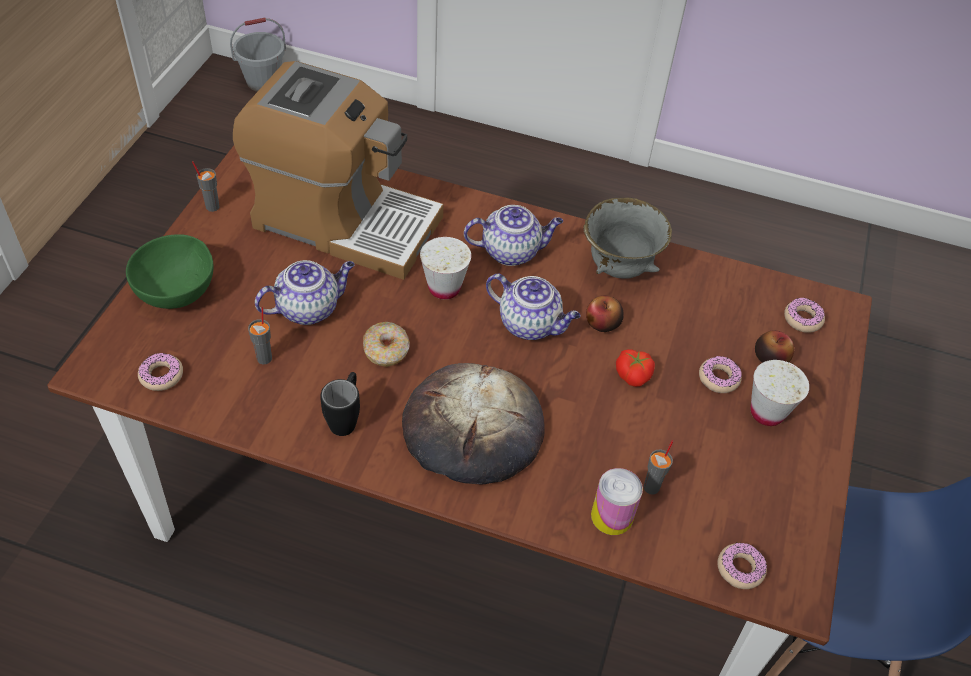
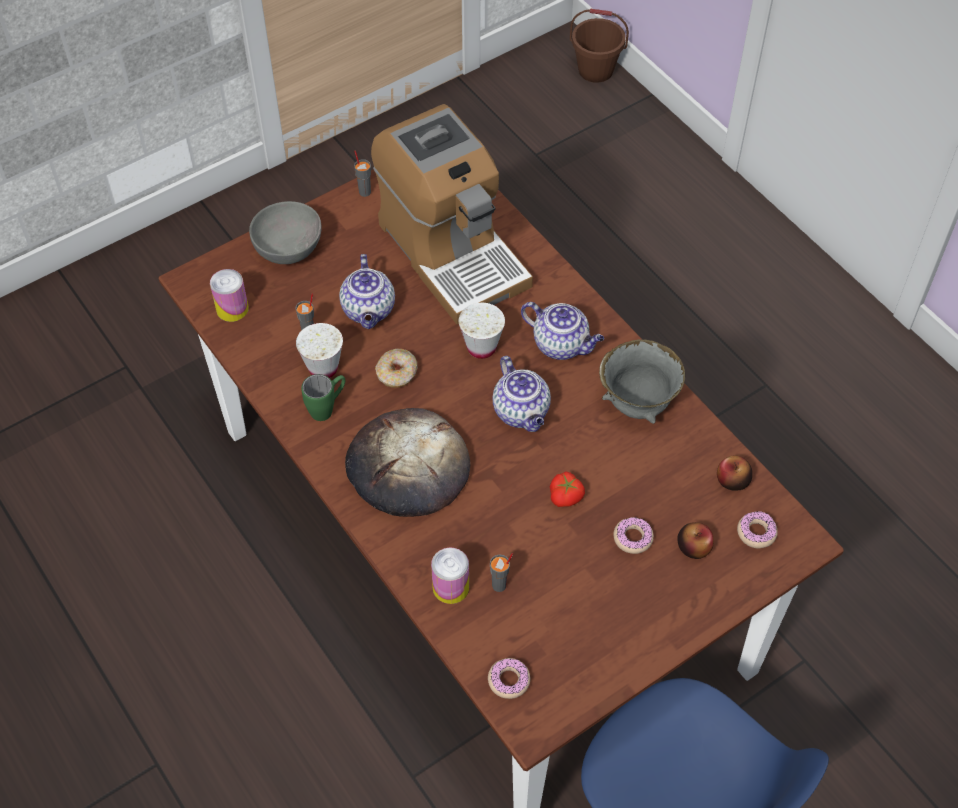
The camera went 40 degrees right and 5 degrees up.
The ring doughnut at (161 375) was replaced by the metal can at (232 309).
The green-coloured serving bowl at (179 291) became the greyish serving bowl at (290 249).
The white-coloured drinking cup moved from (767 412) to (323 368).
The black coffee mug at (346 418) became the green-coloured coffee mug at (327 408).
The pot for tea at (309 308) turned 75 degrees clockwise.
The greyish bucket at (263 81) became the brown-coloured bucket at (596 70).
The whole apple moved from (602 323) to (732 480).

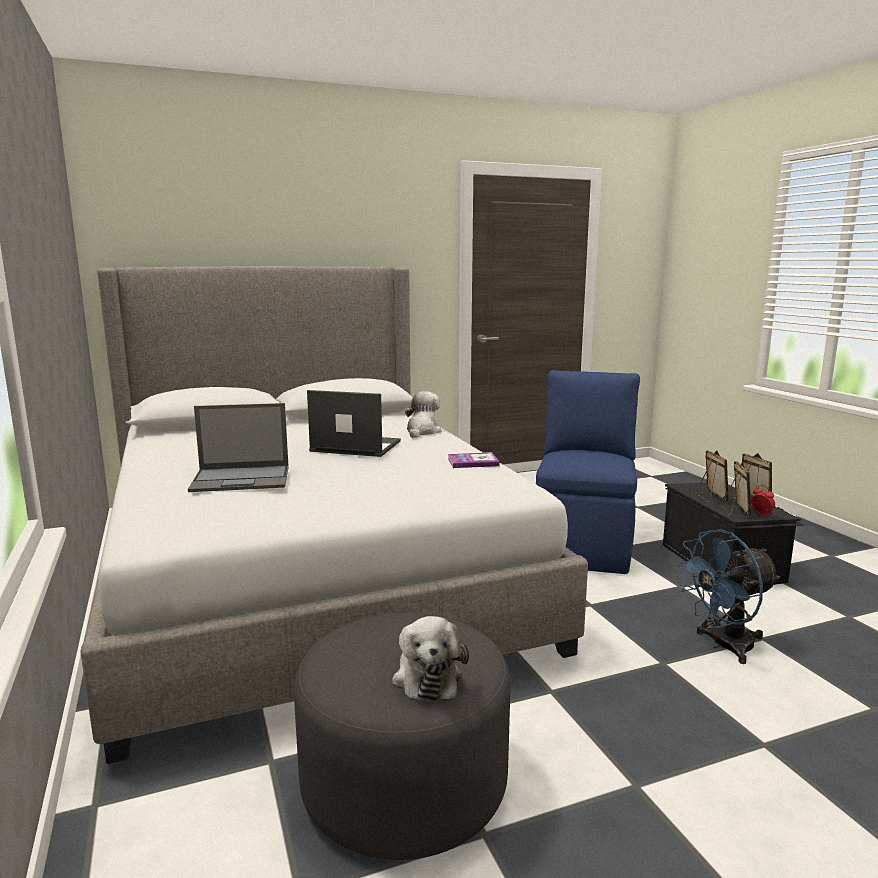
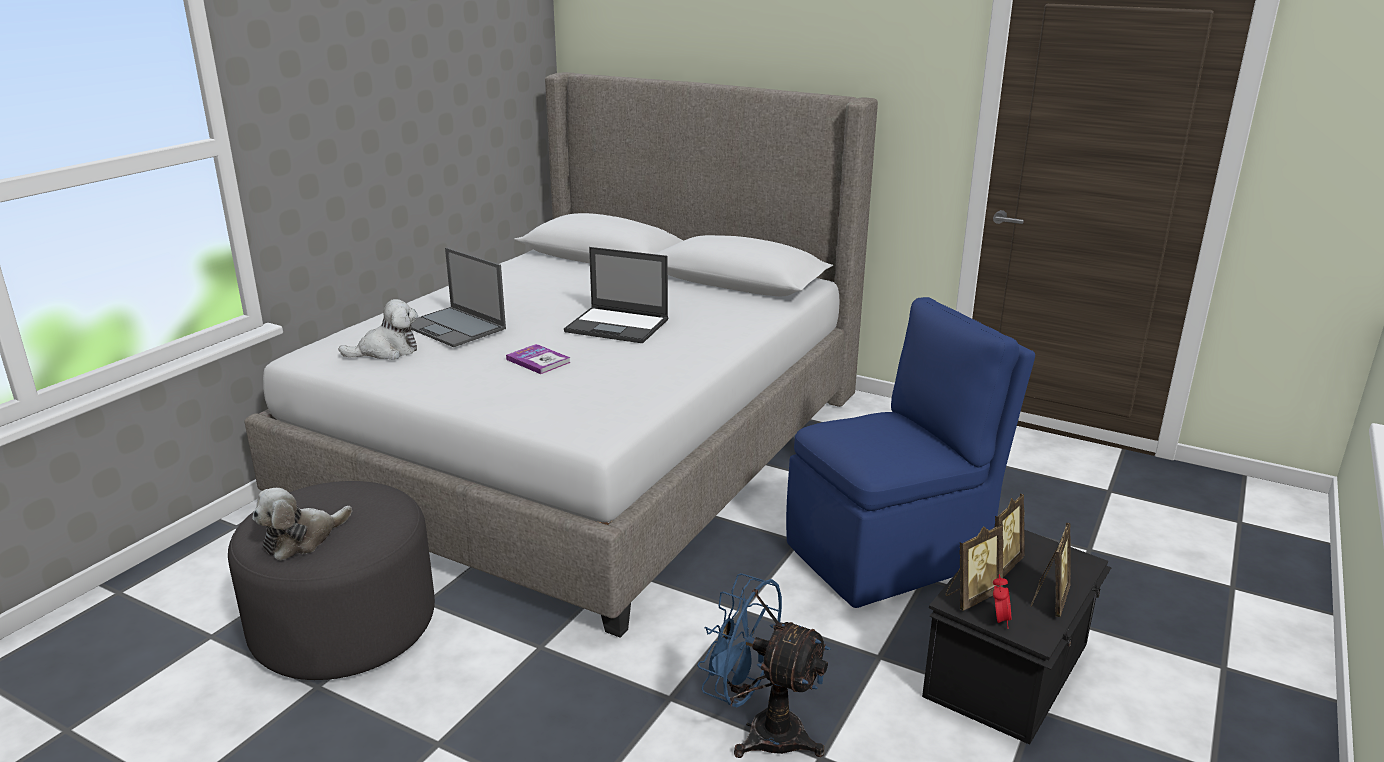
The camera went 50 degrees right and 10 degrees up.
The soft toy moved from (422 431) to (387 351).
The book moved from (473 462) to (538 361).
The portable computer at (354 446) turned 135 degrees clockwise.

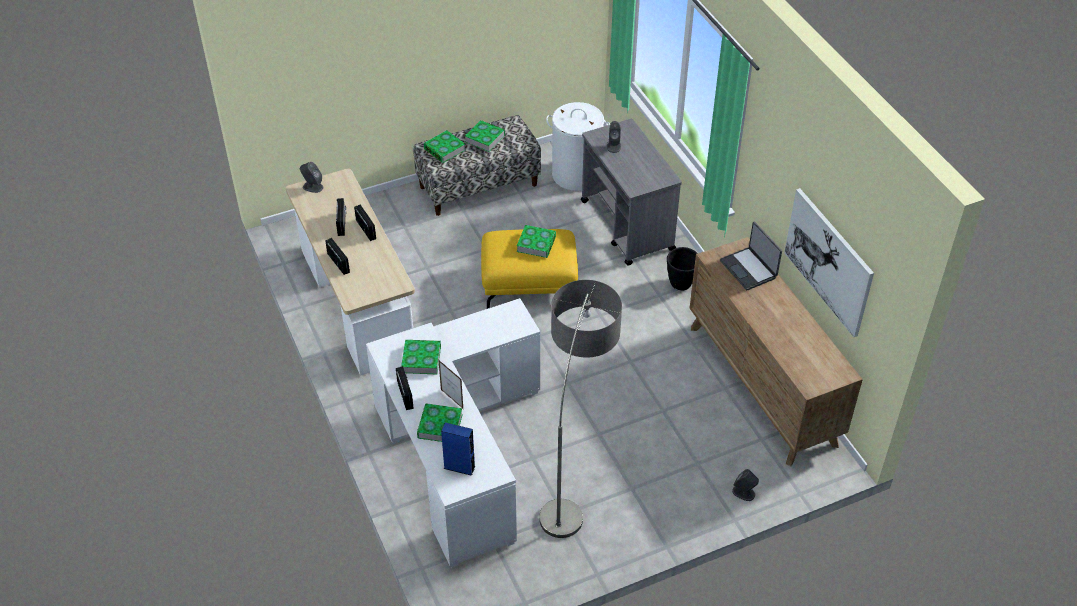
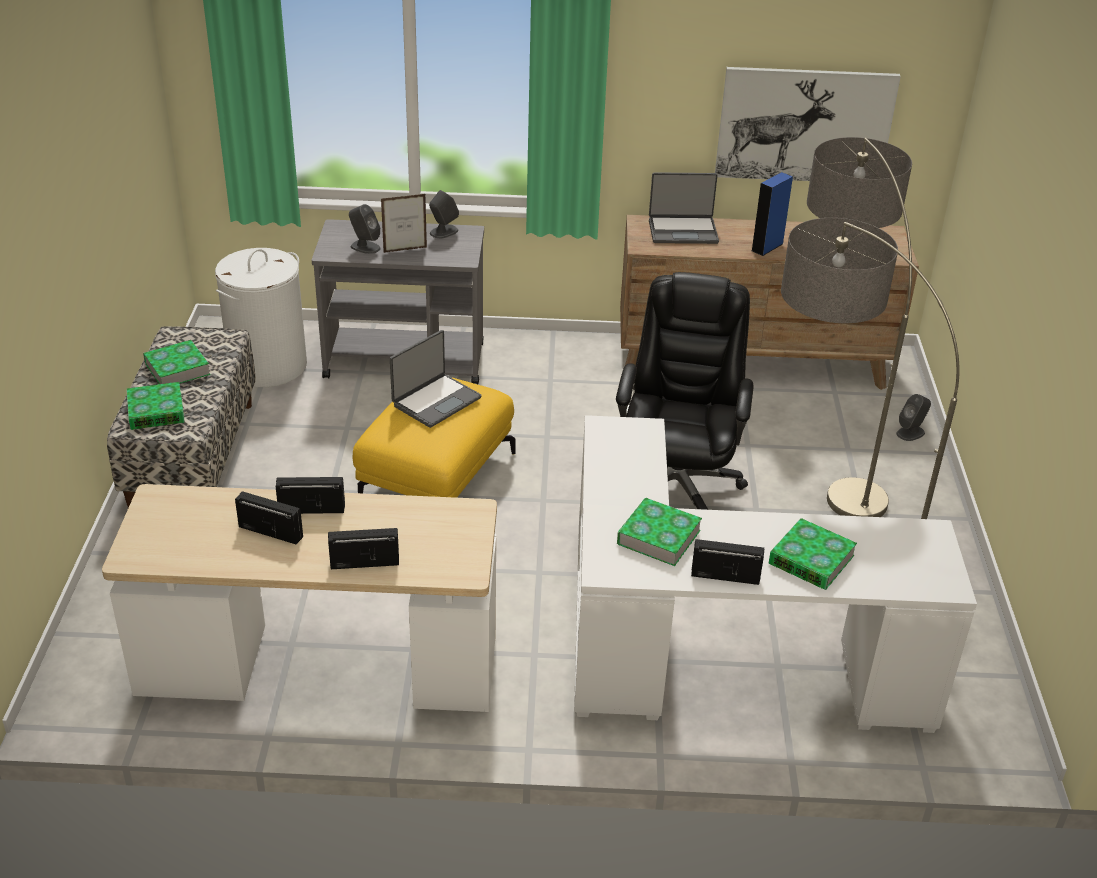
The camera went 65 degrees left and 10 degrees down.
The picture frame moved from (452 399) to (405 250).
The book at (536 244) was replaced by the portable computer at (435 401).
The greyish loudspeaker moved from (312 187) to (443 232).
The black desk chair at (676 484) appeared.
The blue-coloured loudspeaker moved from (459 467) to (767 247).
The standing lamp at (826 458) appeared.
The black plant pot at (681 284) disappeared.

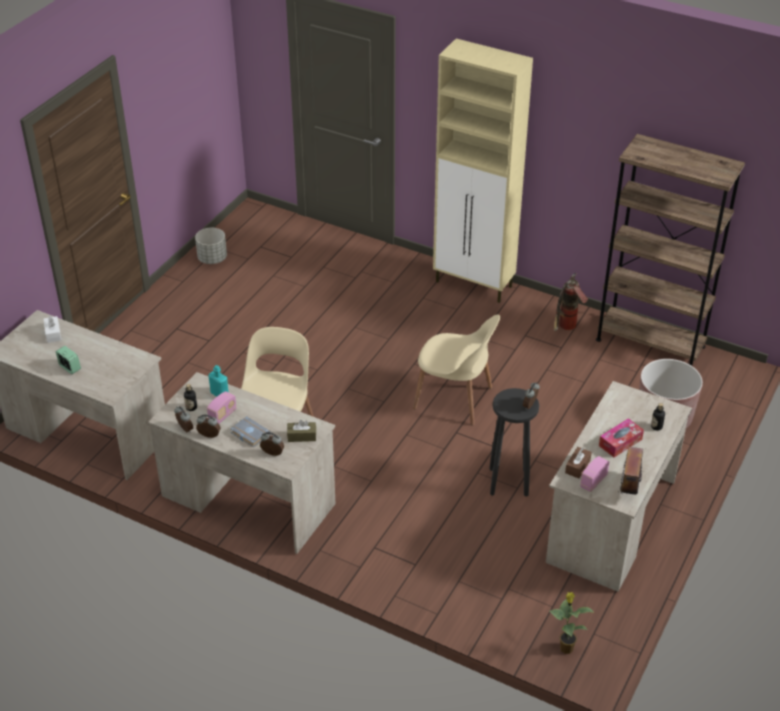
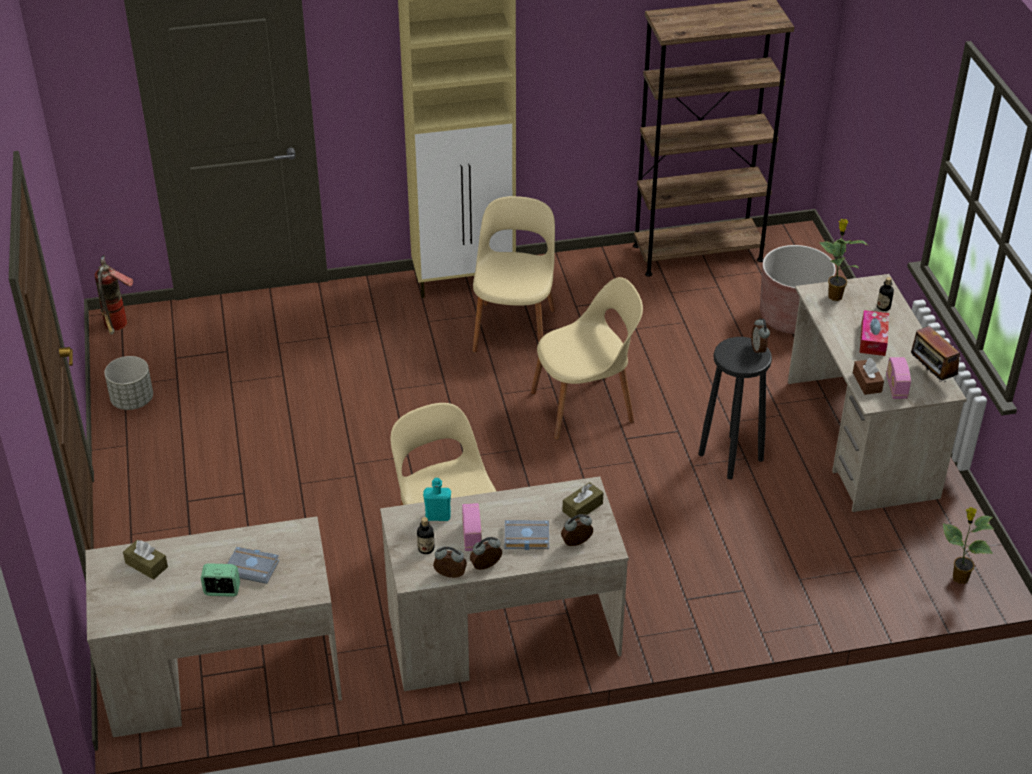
The camera went 40 degrees left and 0 degrees up.
The extinguisher moved from (566 329) to (118 329).
The white-coloured tissue holder at (53 333) became the brown-coloured tissue holder at (146 565).
The greyish book at (253 567) appeared.
The beige-coloured plain chair at (514 328) appeared.
The potted plant at (834 295) appeared.

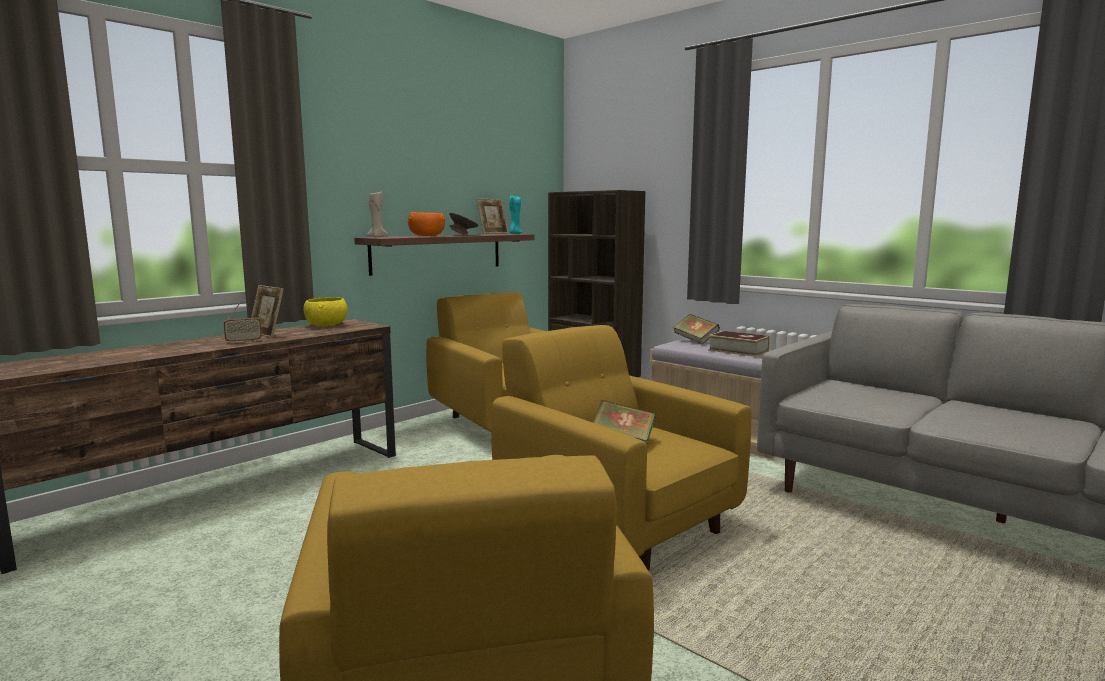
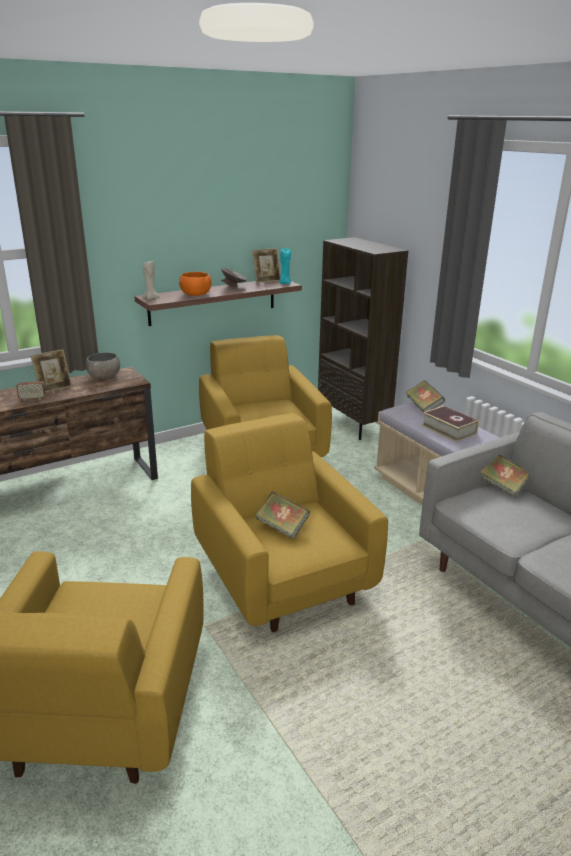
The camera went 15 degrees right and 15 degrees up.
The picture frame at (267 334) turned 90 degrees counterclockwise.
The yellow-coloured serving bowl at (327 325) became the greyish serving bowl at (104 376).
The book at (502 486) appeared.

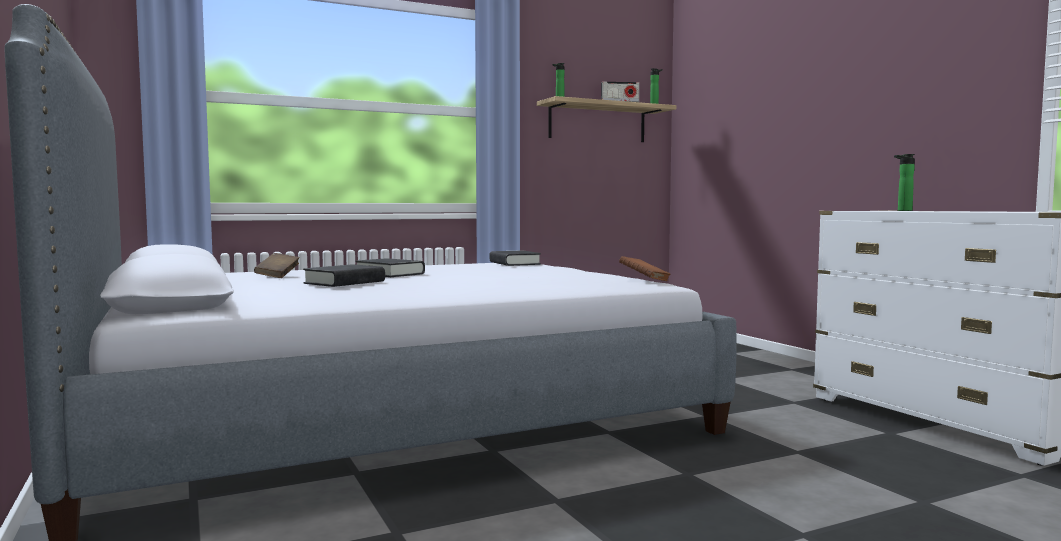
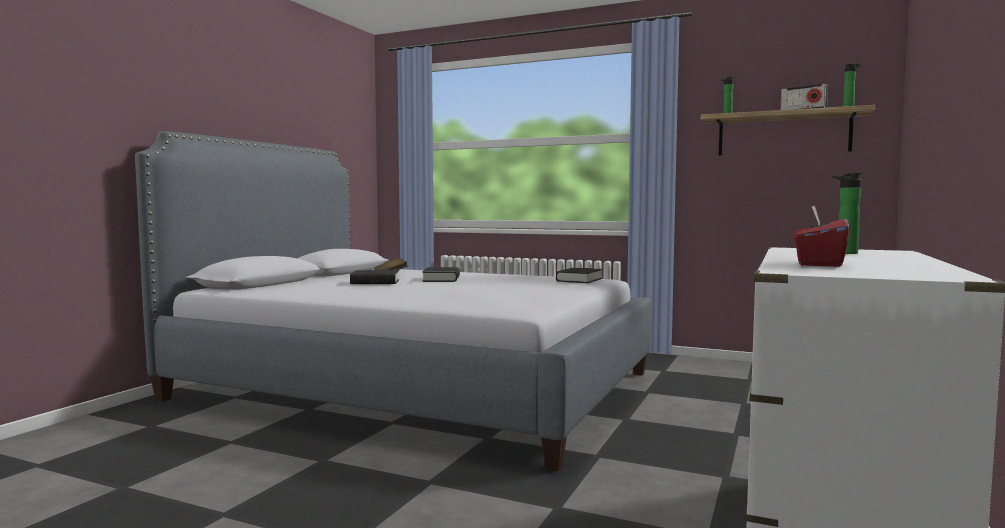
The camera went 50 degrees right and 0 degrees up.
The reddish tissue holder at (818 264) appeared.
The brown-coloured book at (644 280) disappeared.

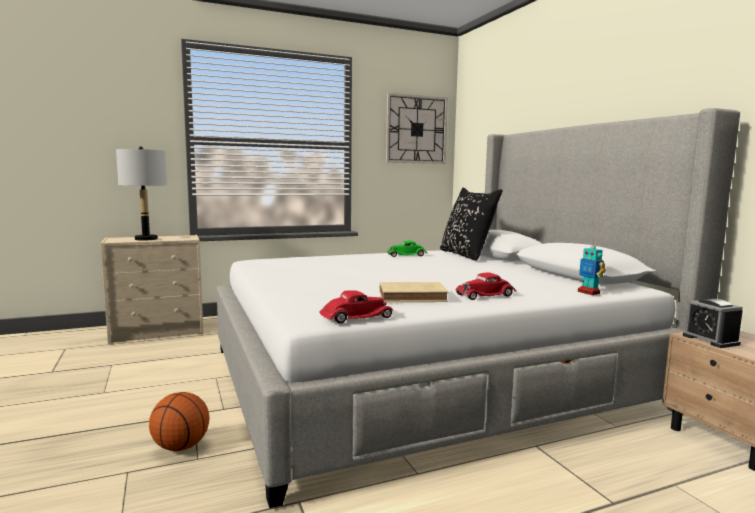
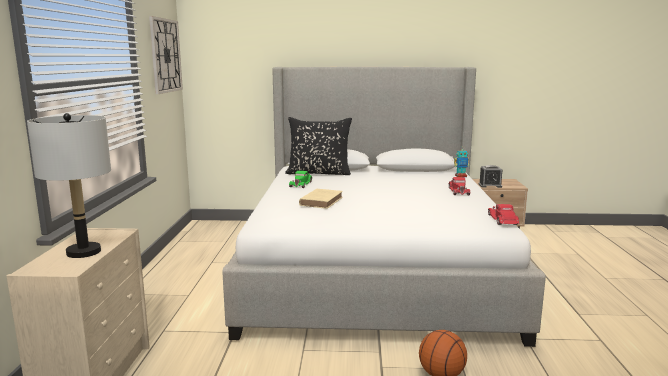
The camera went 65 degrees left and 5 degrees up.
The beige-coloured book moved from (414 297) to (322 201).

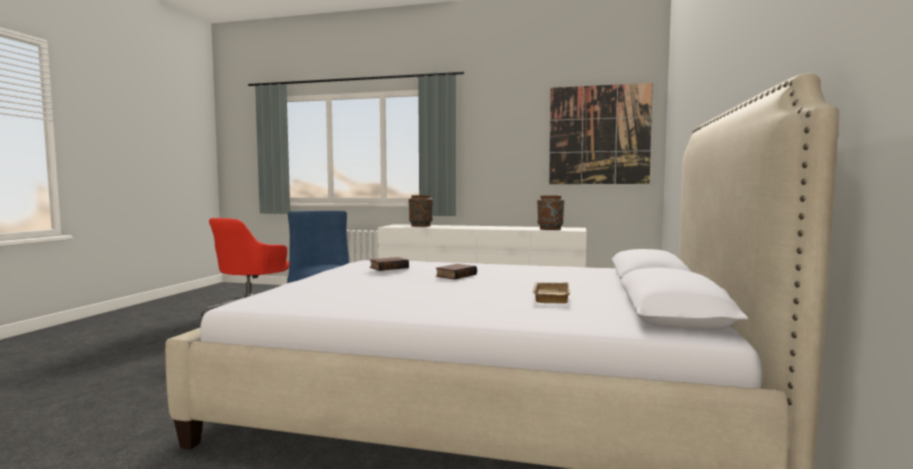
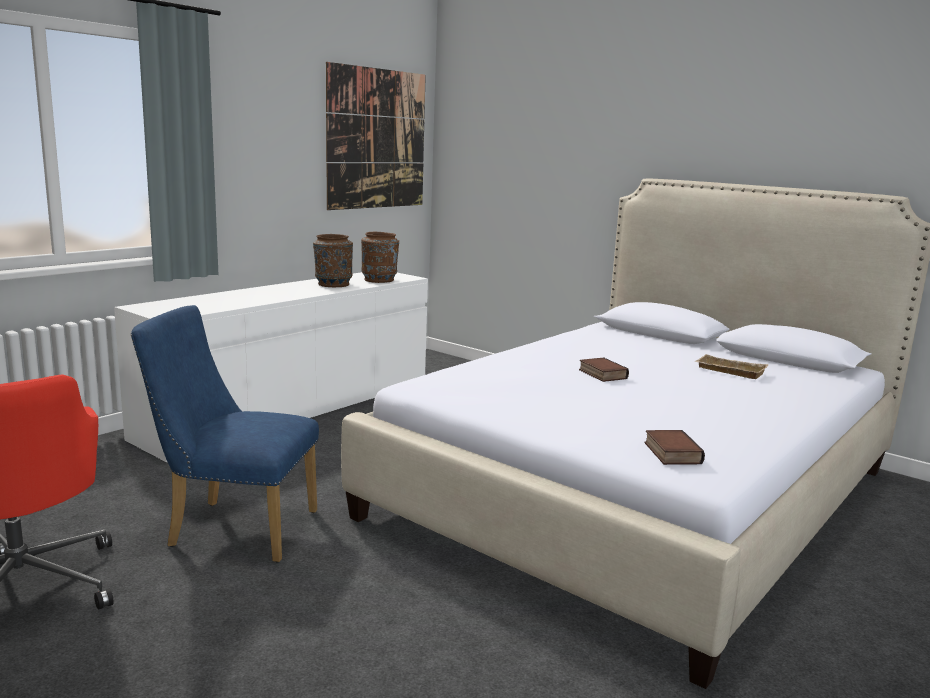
The camera went 65 degrees left and 10 degrees up.
The brown-coloured vase moved from (420 226) to (333 284).
The book moved from (389 267) to (670 453).

